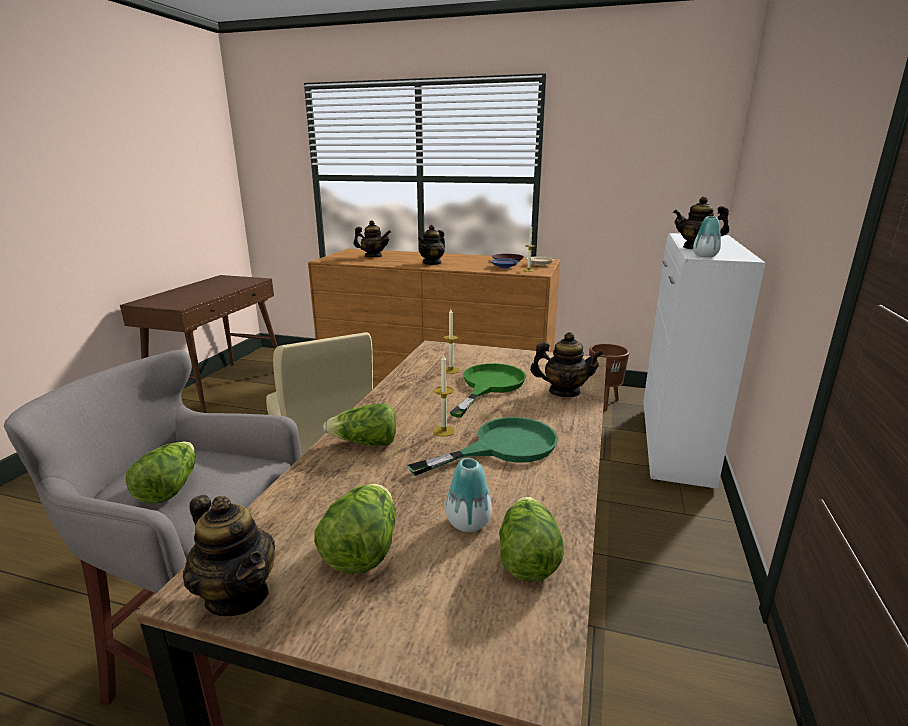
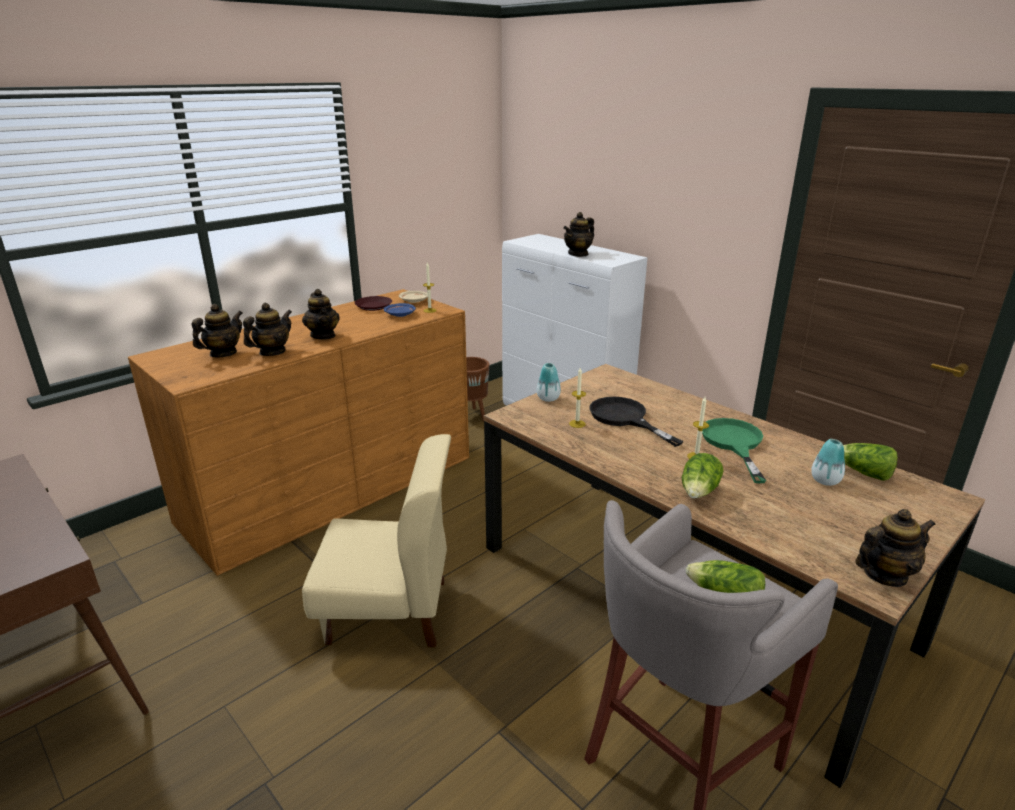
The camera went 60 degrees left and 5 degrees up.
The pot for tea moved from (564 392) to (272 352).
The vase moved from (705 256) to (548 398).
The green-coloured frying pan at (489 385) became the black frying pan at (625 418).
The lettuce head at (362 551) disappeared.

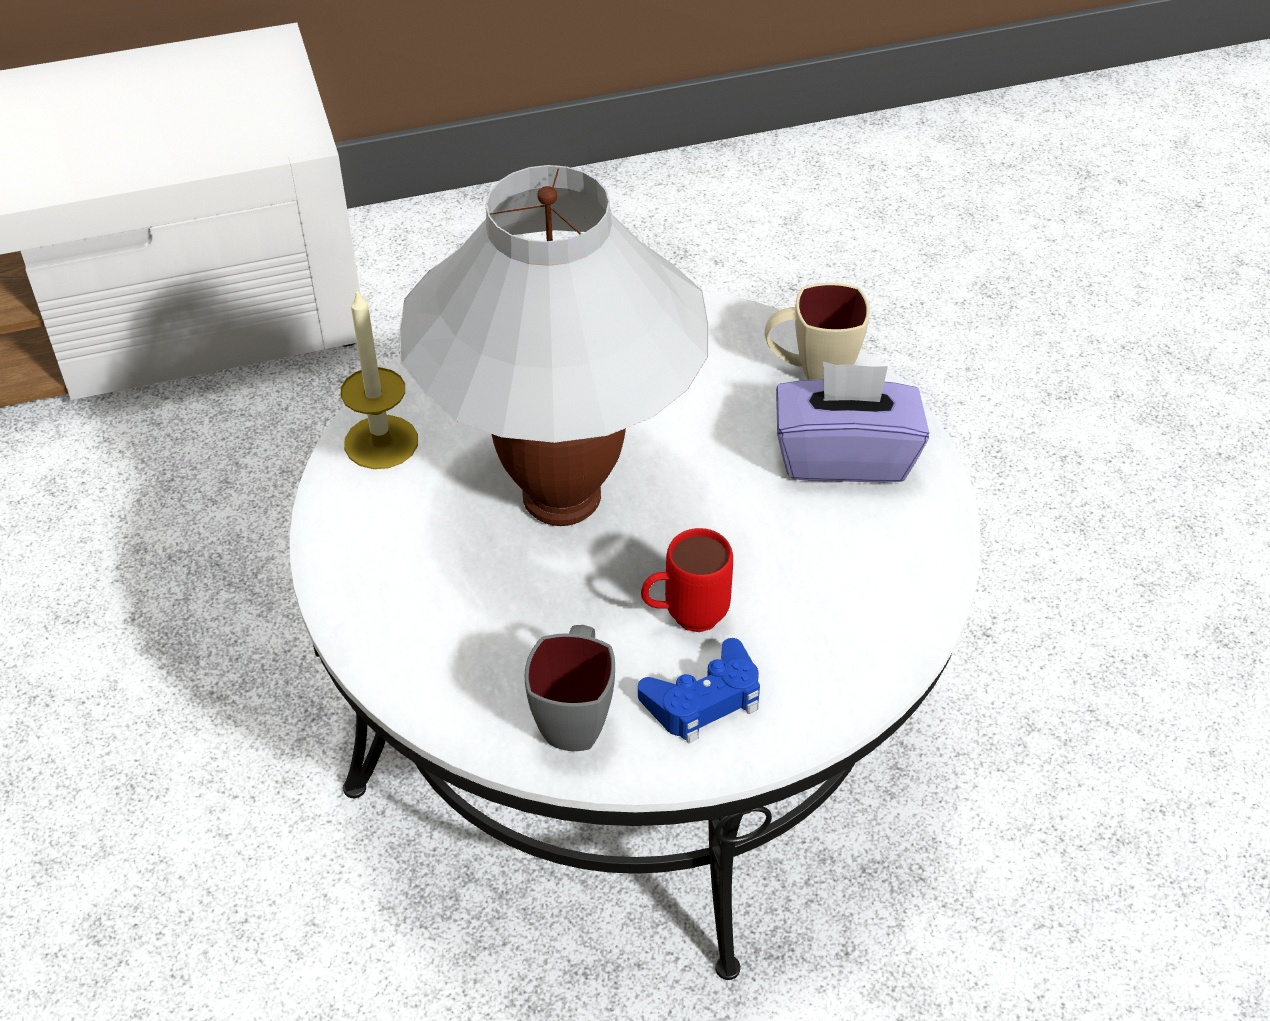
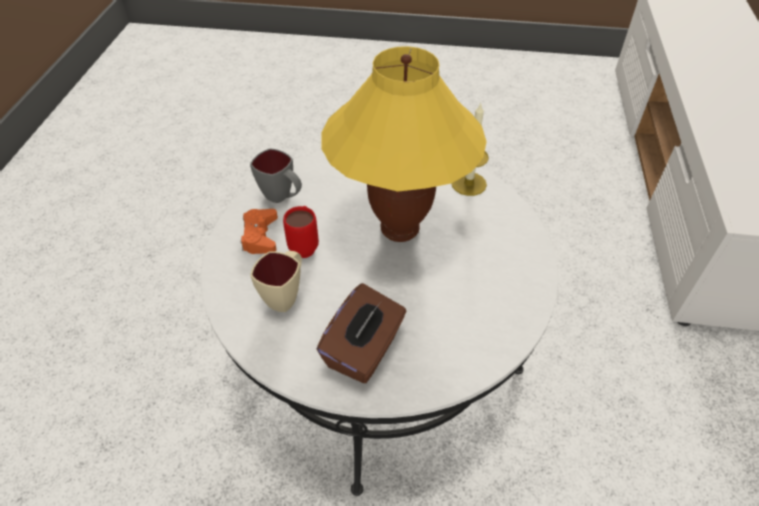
The camera went 115 degrees right and 0 degrees up.
The blue-coloured joypad at (704 699) became the orangey joypad at (260 236).
The beige-coloured coffee mug moved from (811 371) to (286 295).
The purple-coloured tissue holder at (844 456) became the brown-coloured tissue holder at (364 350).
The white-coloured table lamp at (562 500) became the yellow-coloured table lamp at (399 229).

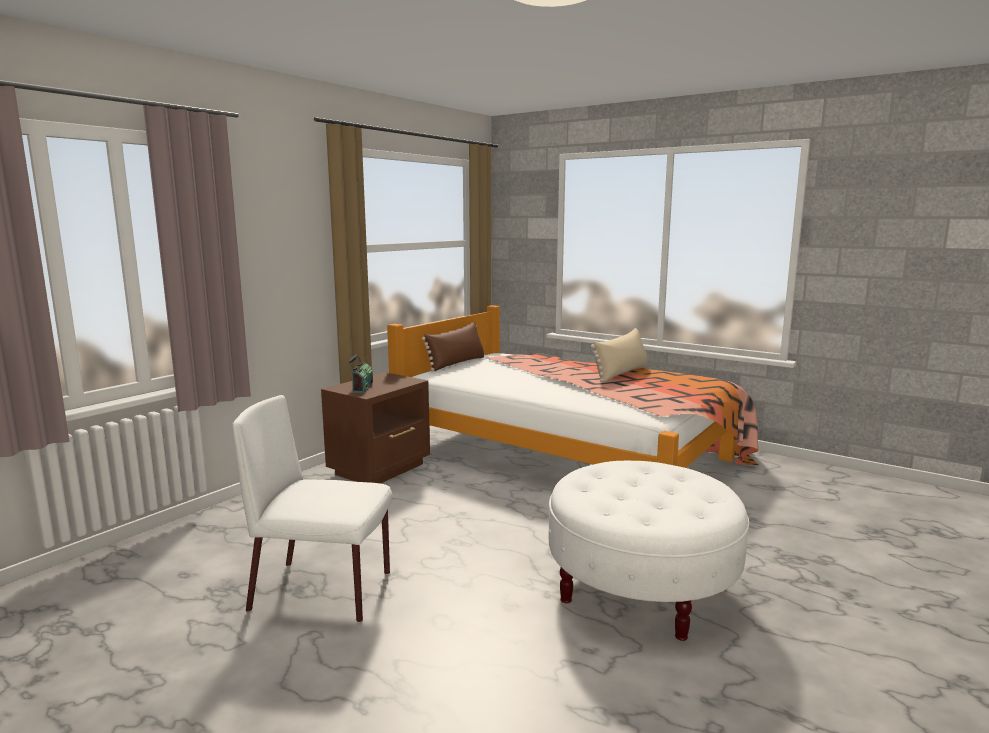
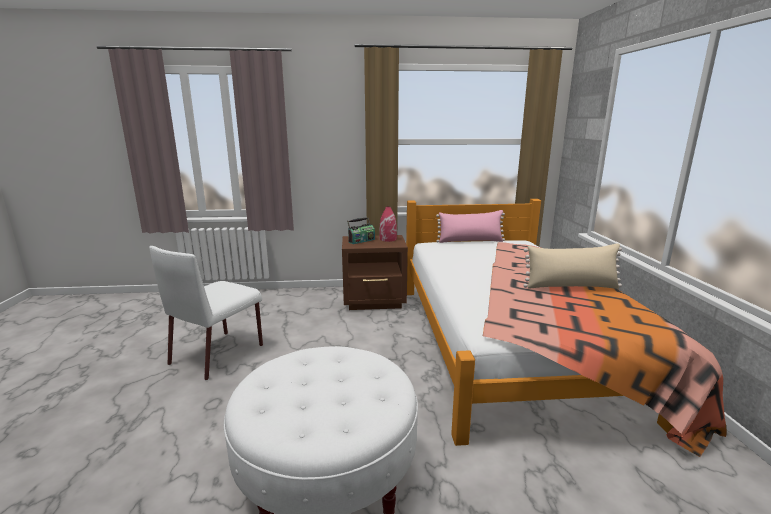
The camera went 50 degrees right and 5 degrees up.
The white-coloured plain chair at (324 591) turned 120 degrees counterclockwise.
The reddish vase at (388 239) appeared.
The brown-coloured throw pillow at (456 363) became the pink-coloured throw pillow at (470 241).

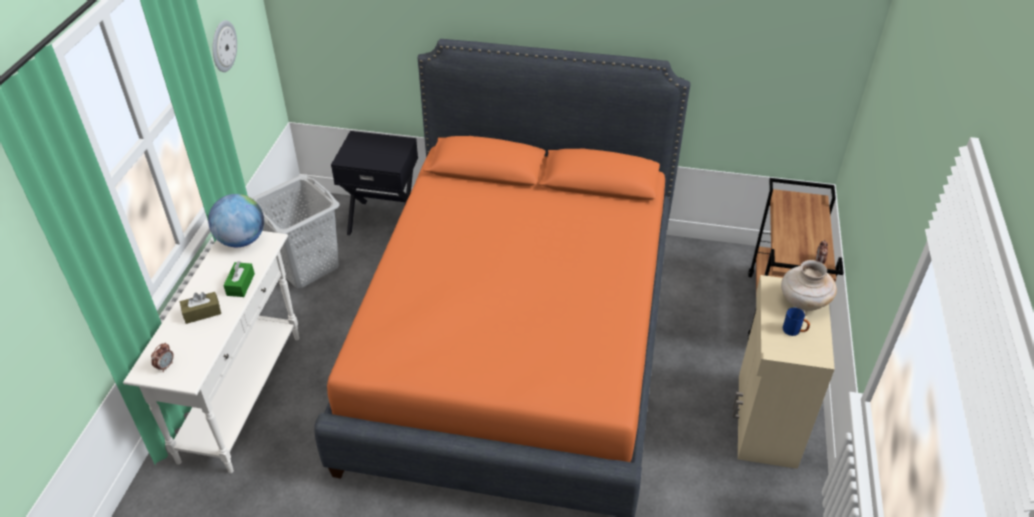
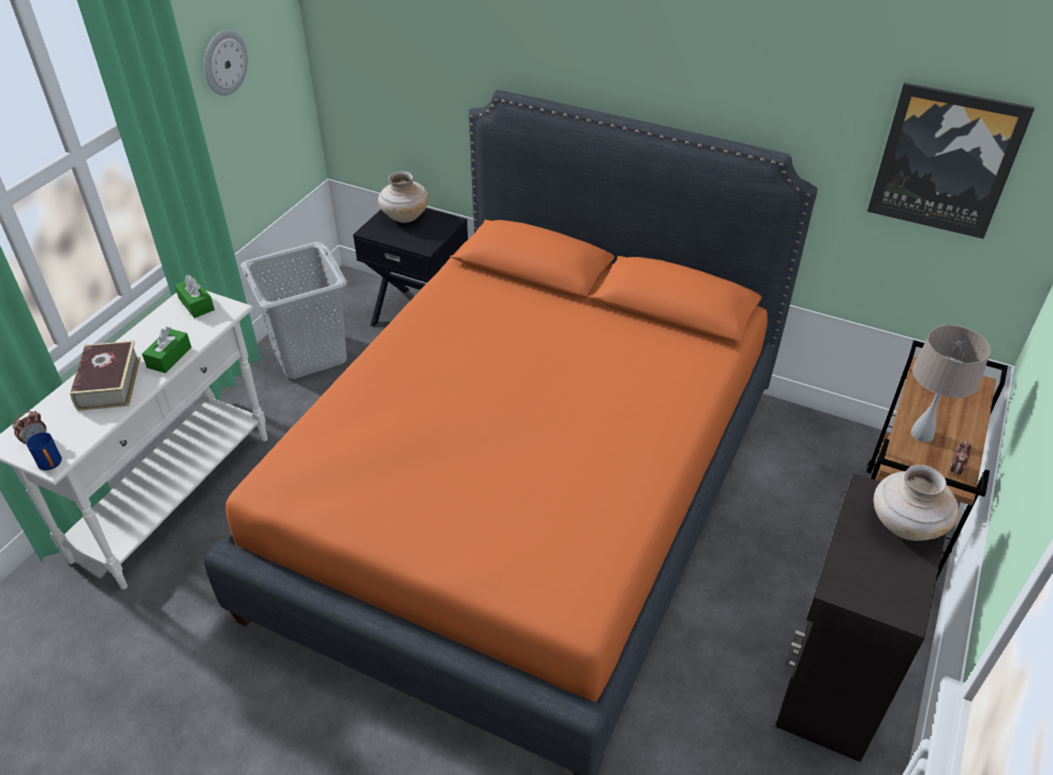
The camera went 15 degrees right and 0 degrees up.
The blue-coloured coffee mug moved from (794 331) to (51 465).
The brown-coloured tissue holder at (202 313) was replaced by the book at (109 383).
The desk globe at (242 240) was replaced by the green-coloured tissue holder at (196 304).
The beige-coloured vase at (405 217) appeared.
The beige-coloured cabinet at (764 420) became the black cabinet at (831 679).
The wall art at (945 161) appeared.
The beige-coloured table lamp at (922 434) appeared.

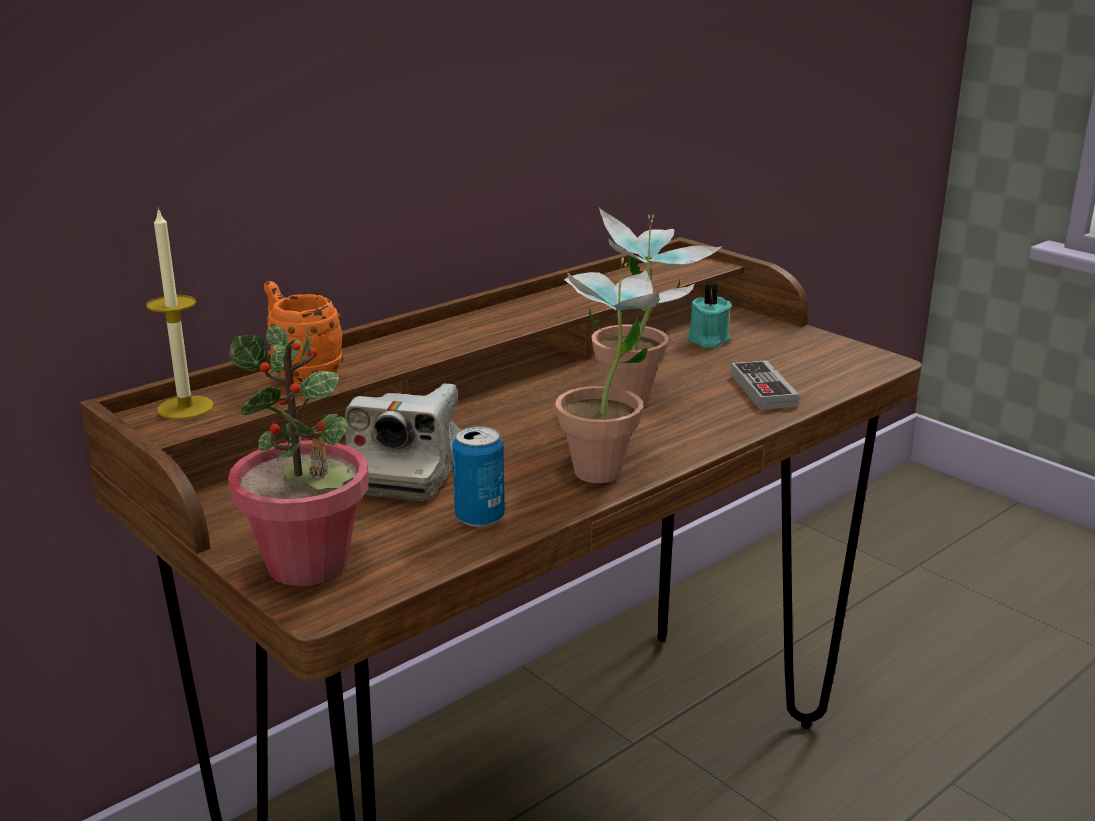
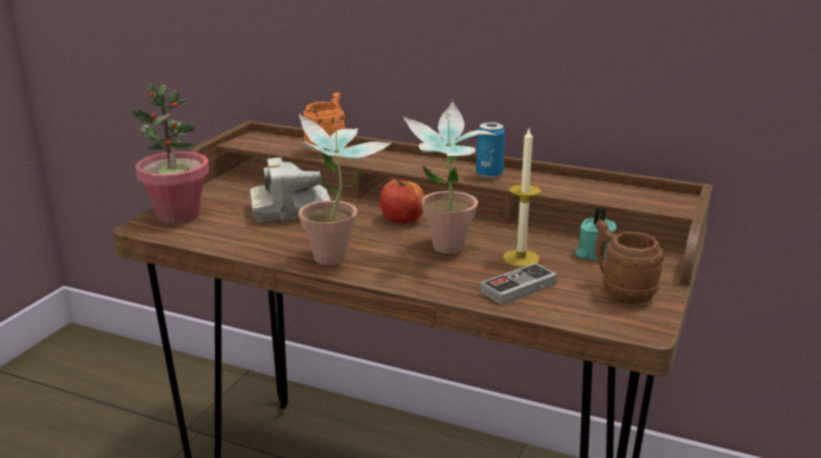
The camera went 65 degrees right and 0 degrees up.
The whole apple at (402 219) appeared.
The metal can moved from (479 517) to (489 174).
The wax candle moved from (185 407) to (521 258).
The brown-coloured coffee mug at (621 291) appeared.

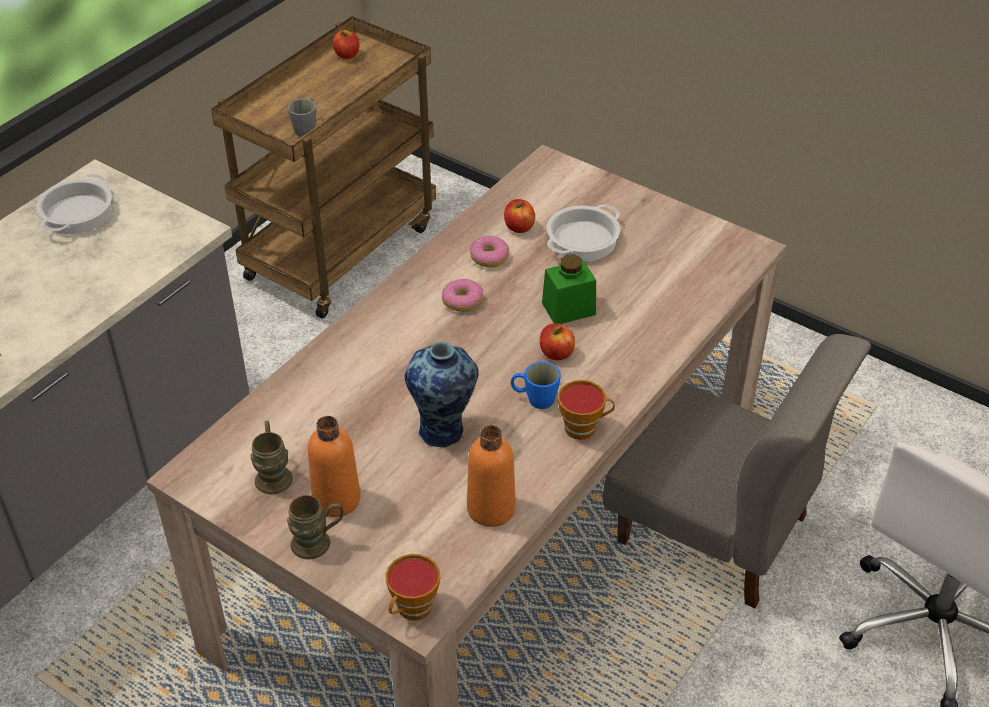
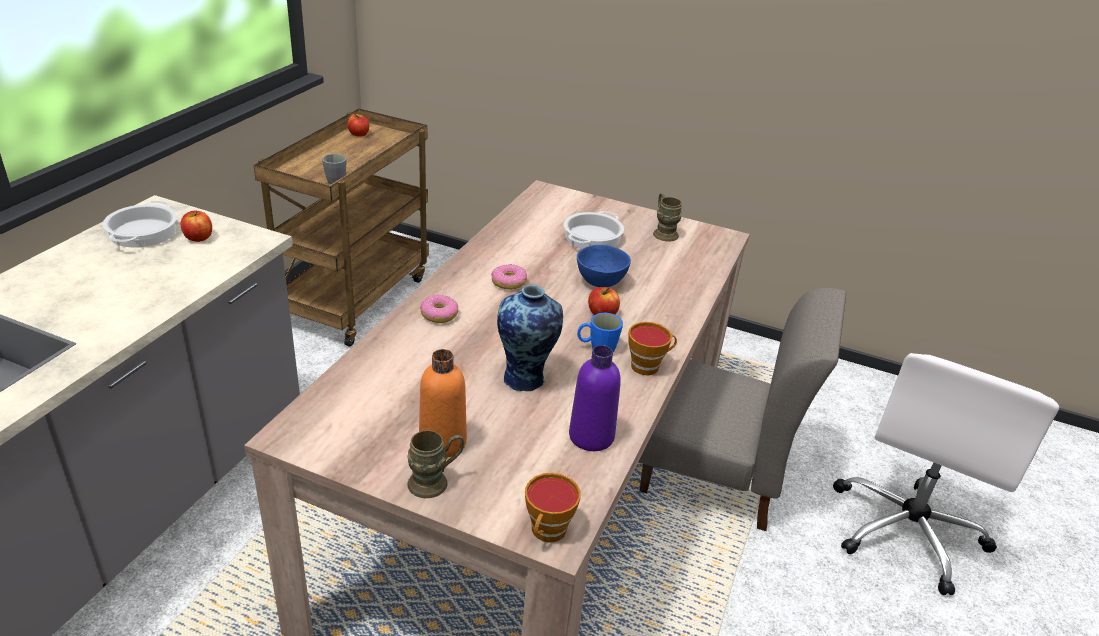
The camera went 15 degrees left and 10 degrees down.
The whole apple moved from (519 227) to (198 238).
The ring doughnut moved from (489 257) to (439 314).
The orangey bottle at (491 509) became the purple-coloured bottle at (591 436).
The green-coloured storage jar at (568 309) was replaced by the blue-coloured serving bowl at (600 283).
The brown-coloured coffee mug moved from (273 473) to (663 232).

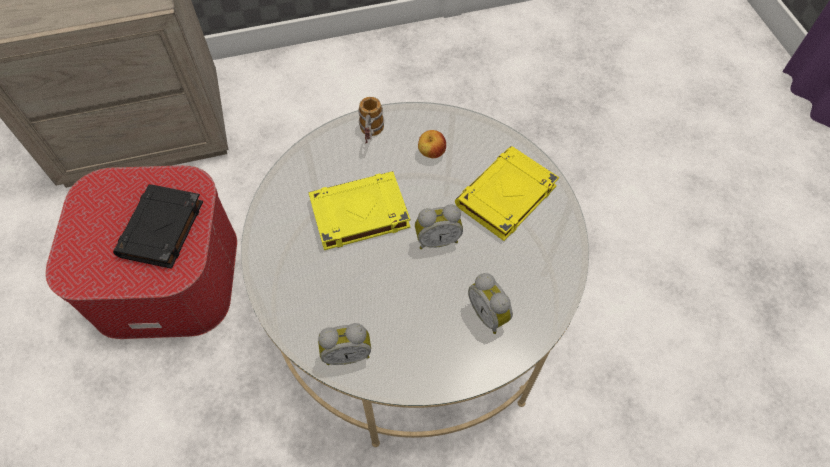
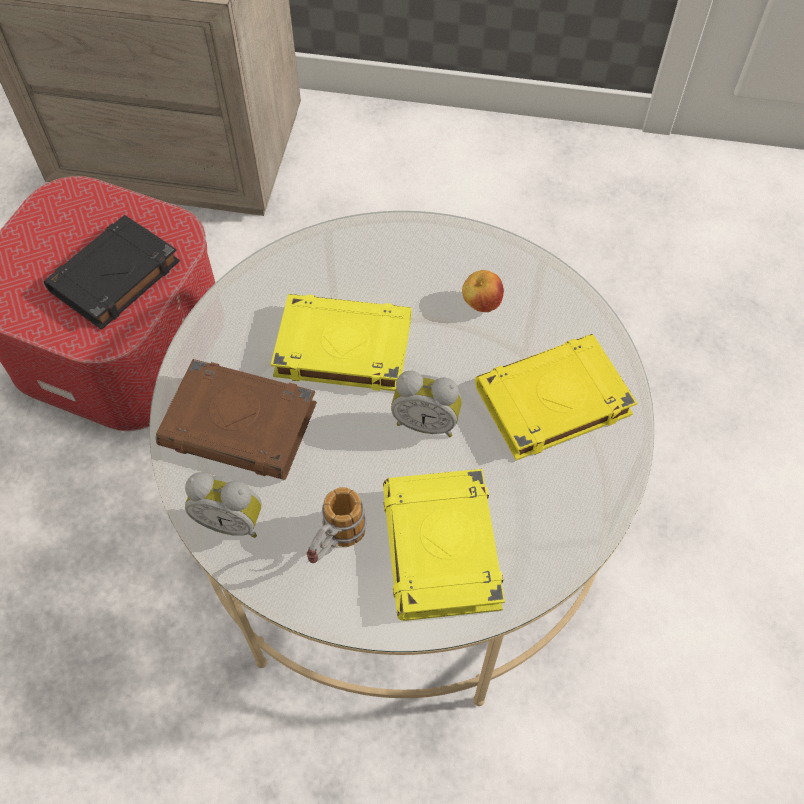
The camera went 25 degrees right and 0 degrees up.
The brown-coloured book at (241 425) appeared.
The coffee mug moved from (371 136) to (335 544).
The bedside clock at (489 314) was replaced by the yellow-coloured book at (442 550).

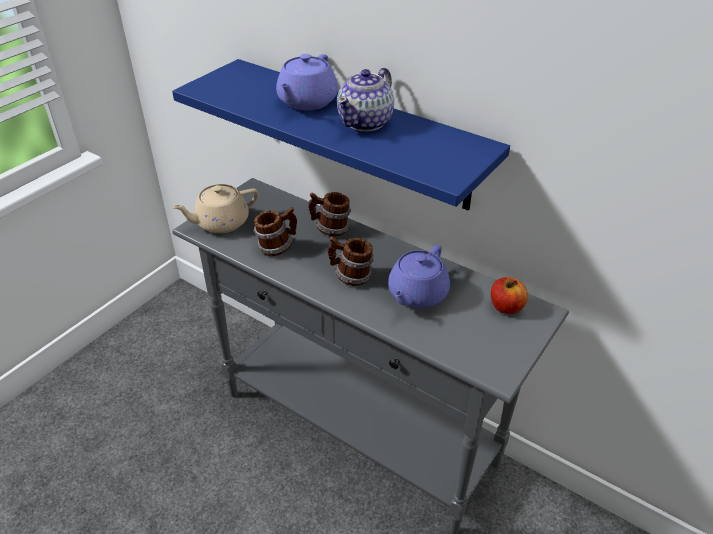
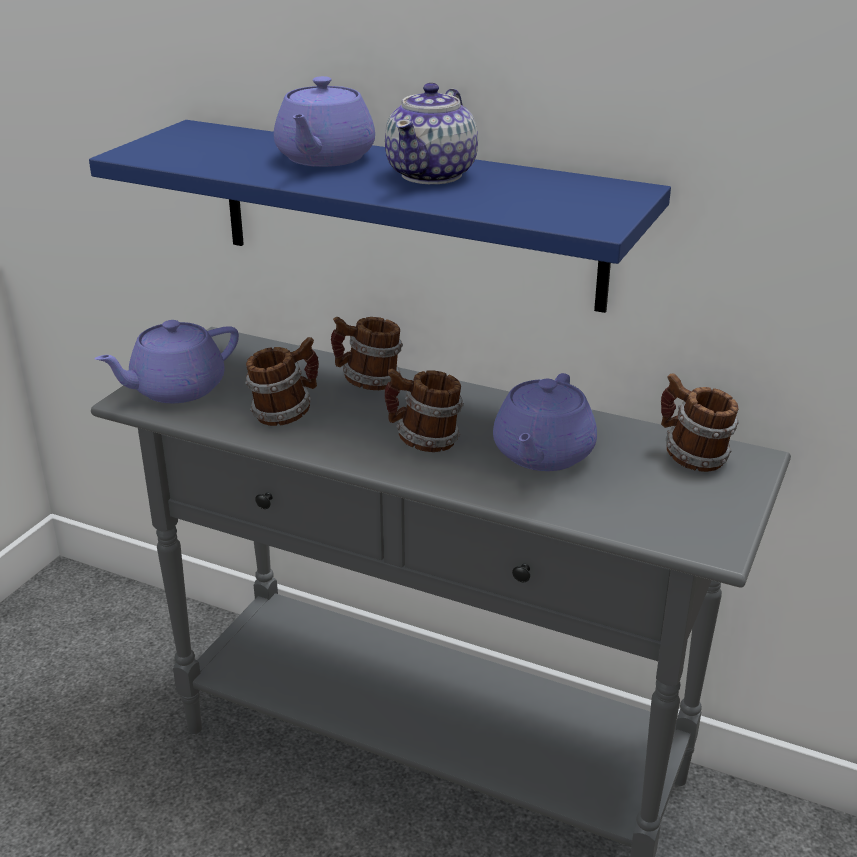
The camera went 10 degrees left and 10 degrees down.
The beige-coloured pot for tea at (221 223) became the purple-coloured pot for tea at (176 389).
The whole apple at (506 307) was replaced by the coffee mug at (692 457).

